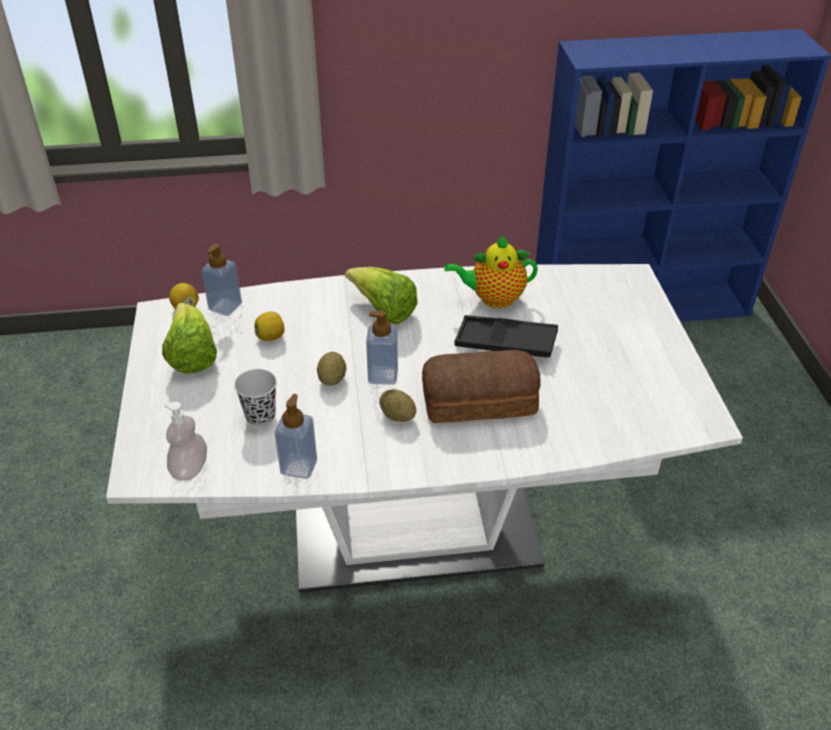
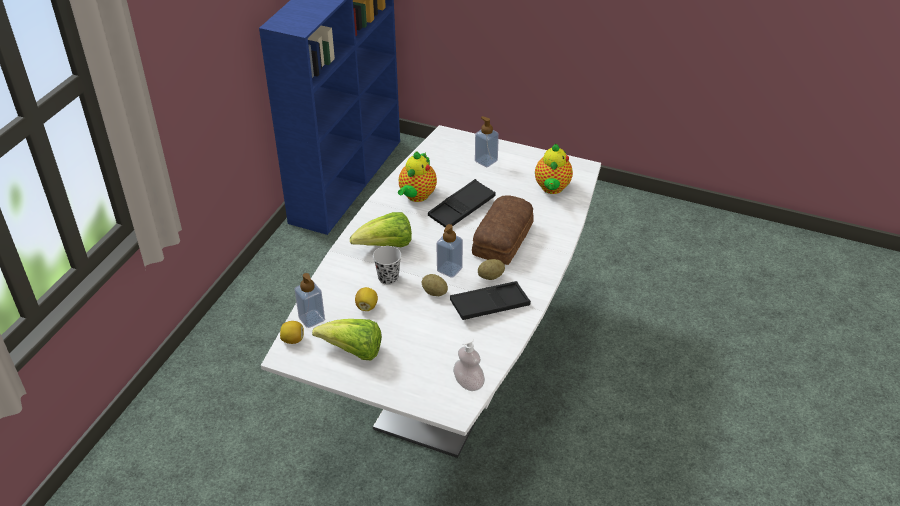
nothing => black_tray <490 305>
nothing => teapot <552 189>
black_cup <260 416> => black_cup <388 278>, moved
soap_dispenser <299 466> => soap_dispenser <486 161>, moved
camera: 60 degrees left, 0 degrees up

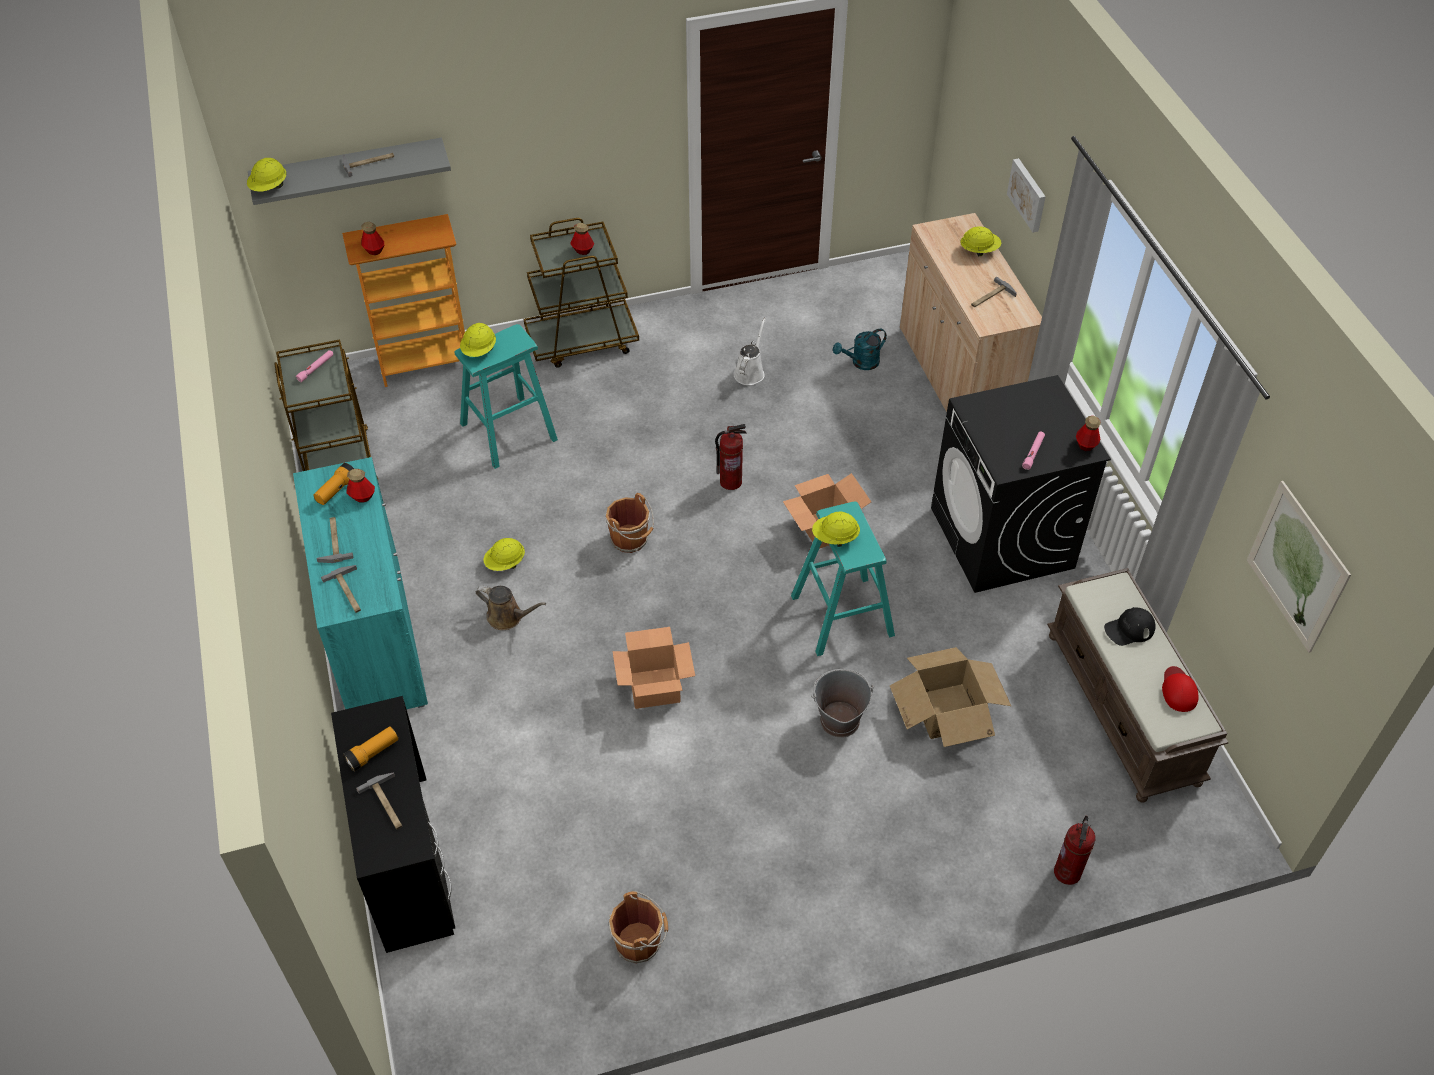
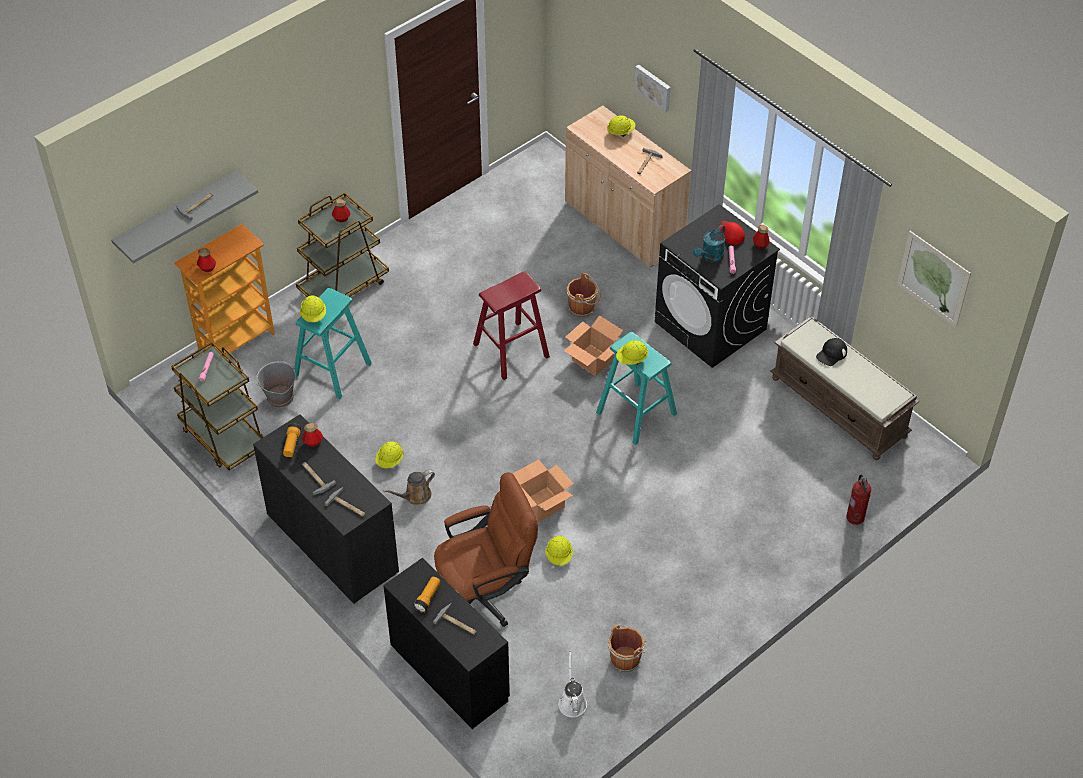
cardboard_box <947 711> => nothing
nothing => brown_office_chair <485 594>
yellow_hard_hat <269 187> => yellow_hard_hat <559 556>, moved
brown_bucket <631 540> => brown_bucket <583 308>, moved
white_watering_can <750 372> => white_watering_can <572 701>, moved
grey_bucket <839 720> => grey_bucket <279 397>, moved
turquoise_watering_can <861 363> => turquoise_watering_can <710 257>, moved
red_cap <1178 690> => red_cap <731 233>, moved
fire_extinguisher <731 481> => red_stool <511 350>
turquoise_cabinet <376 638> => black_cabinet <332 543>
brown_watering_can <508 617> => brown_watering_can <415 496>, 150 degrees clockwise
camera: 25 degrees left, 0 degrees up

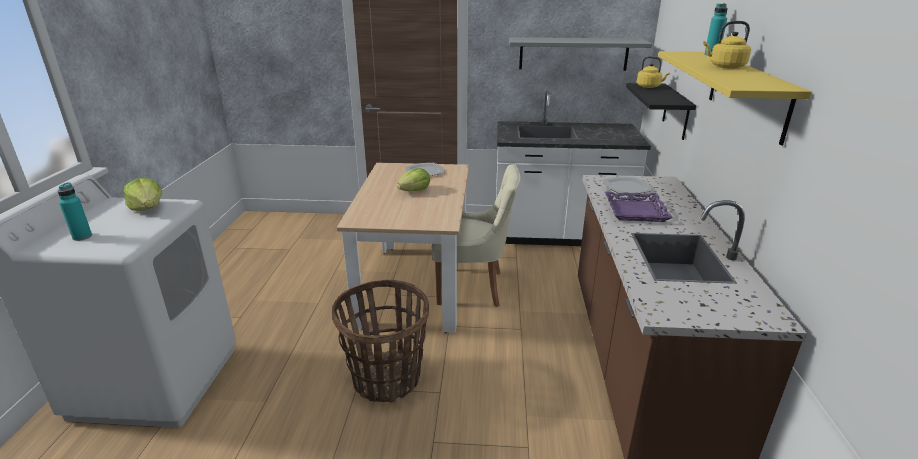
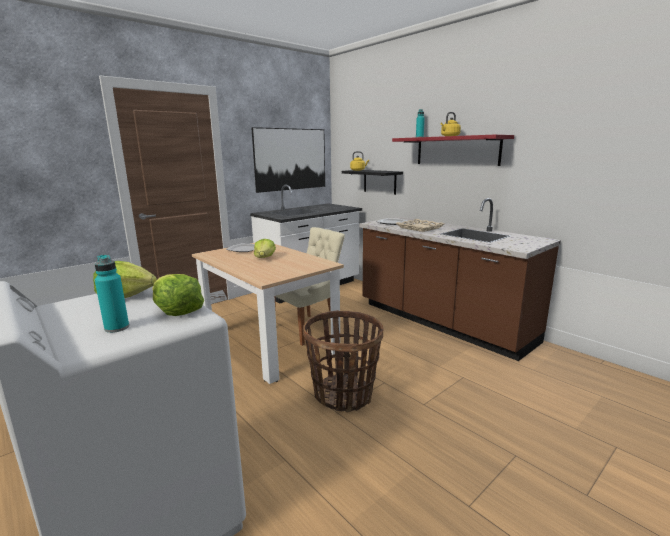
nothing => lettuce <177 310>
grey_shelf <573 54> => picture <291 159>
purple_tray <636 211> => beige_tray <420 228>
yellow_shelf <747 94> => red_shelf <456 151>
camera: 45 degrees left, 10 degrees down

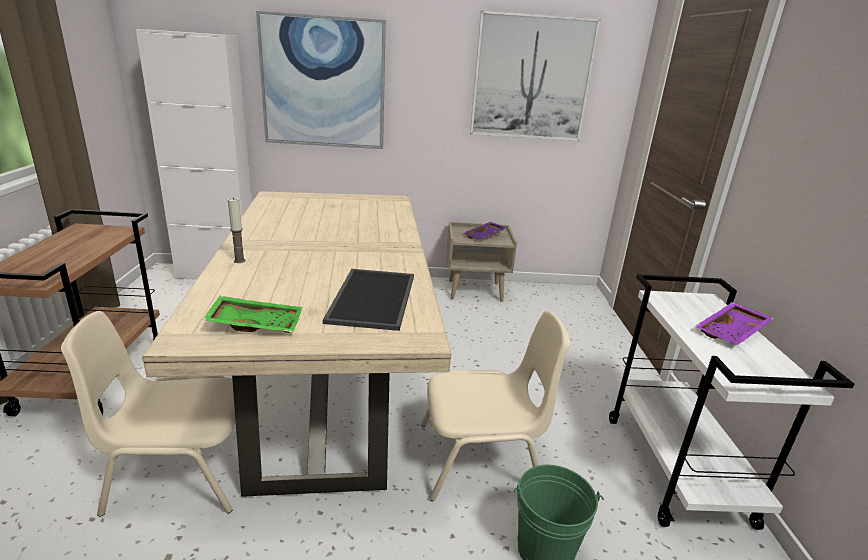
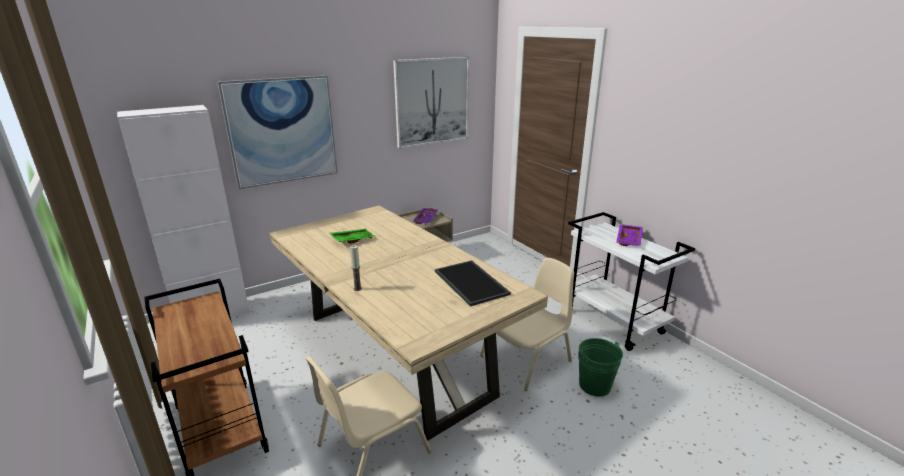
green_tray <256 324> => green_tray <352 240>, moved
camera: 30 degrees left, 0 degrees up

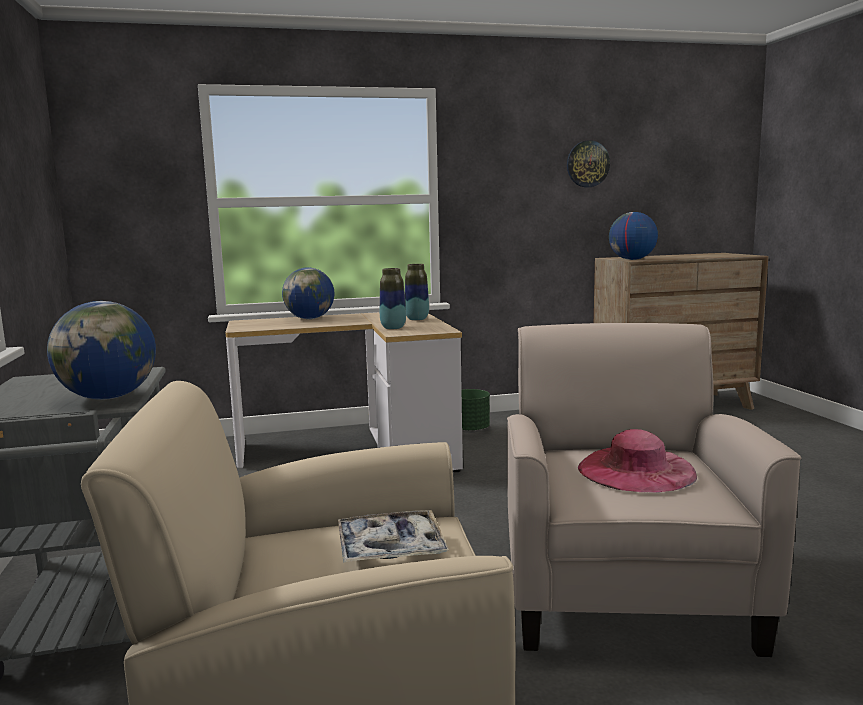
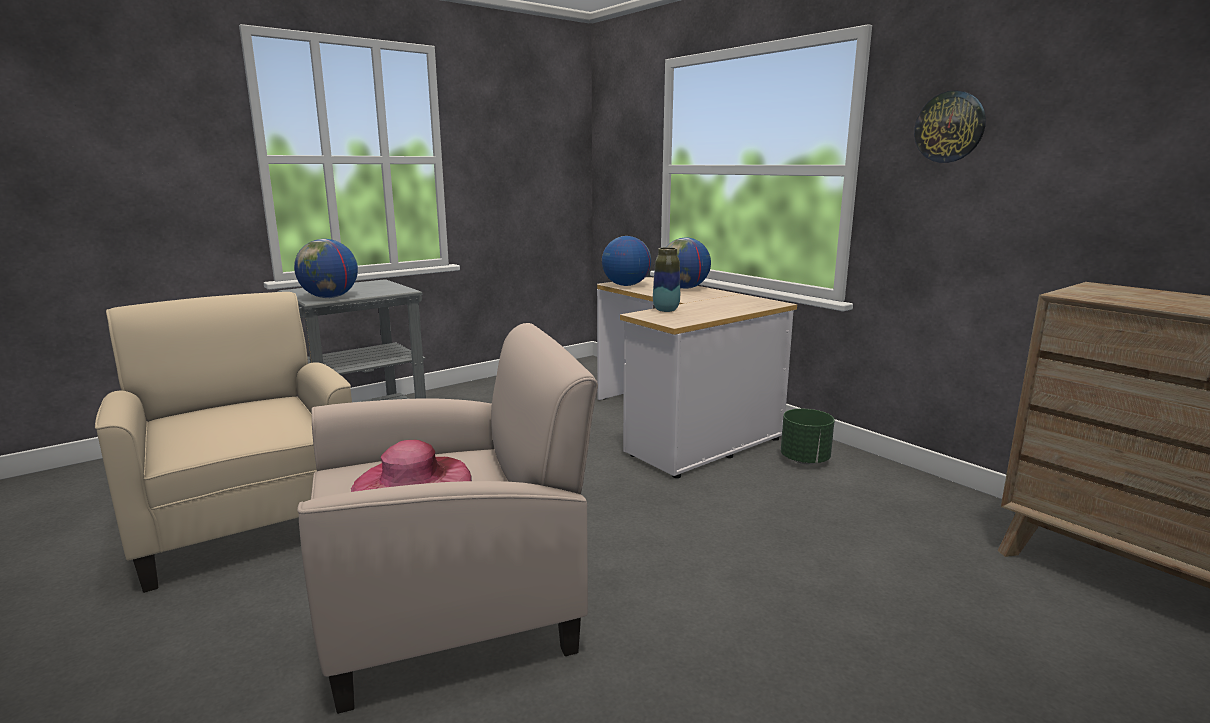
tray <390 548> => nothing
vase <417 319> => nothing
wall_clock <587 164> => wall_clock <949 127>, moved
globe <632 259> => globe <626 285>, moved
camera: 65 degrees right, 5 degrees up

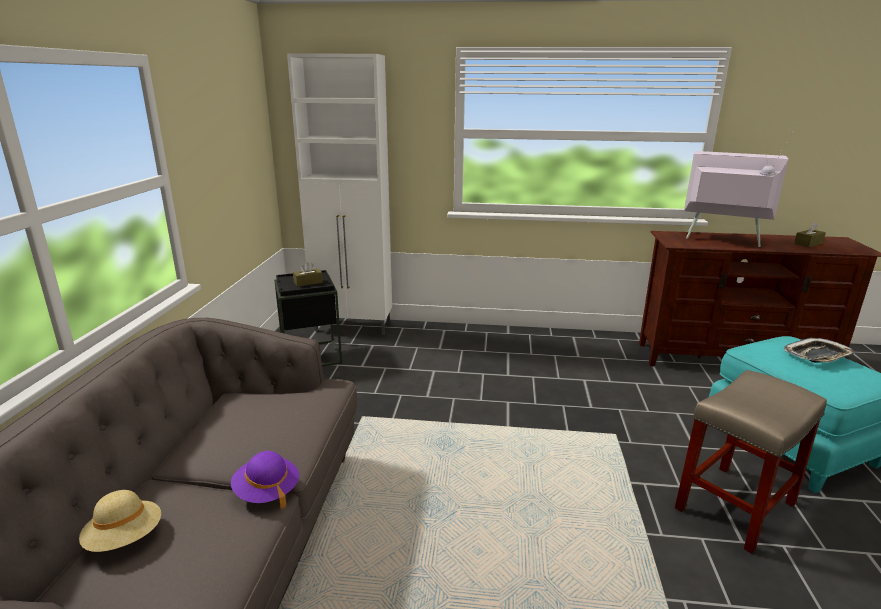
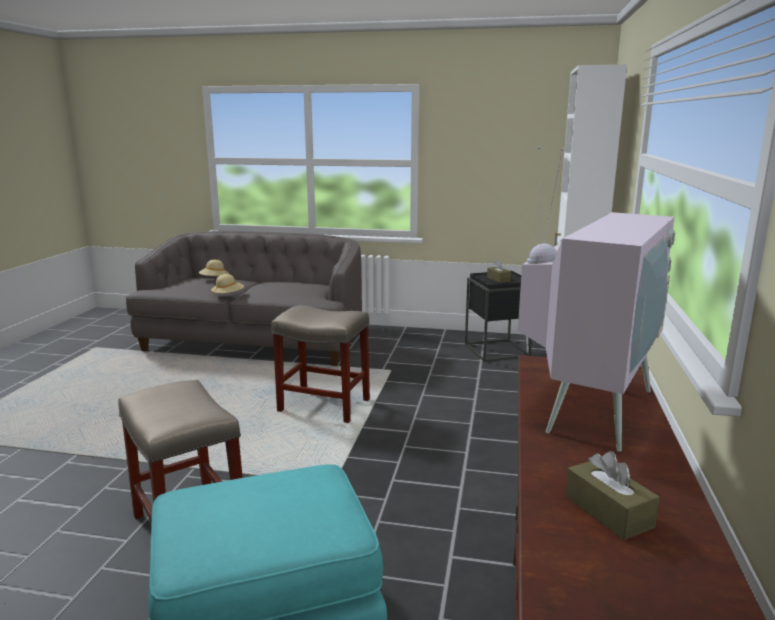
tray <818 355> => nothing
nothing => beige_stool <322 405>
purple_hat <267 492> => beige_hat <228 295>
camera: 95 degrees right, 5 degrees down

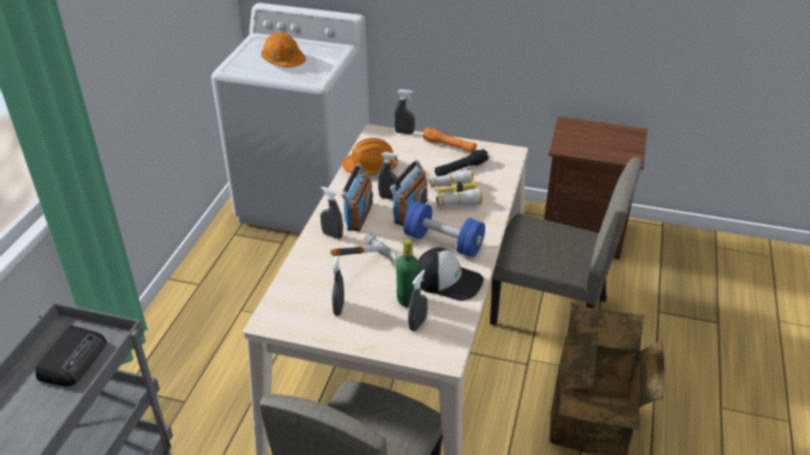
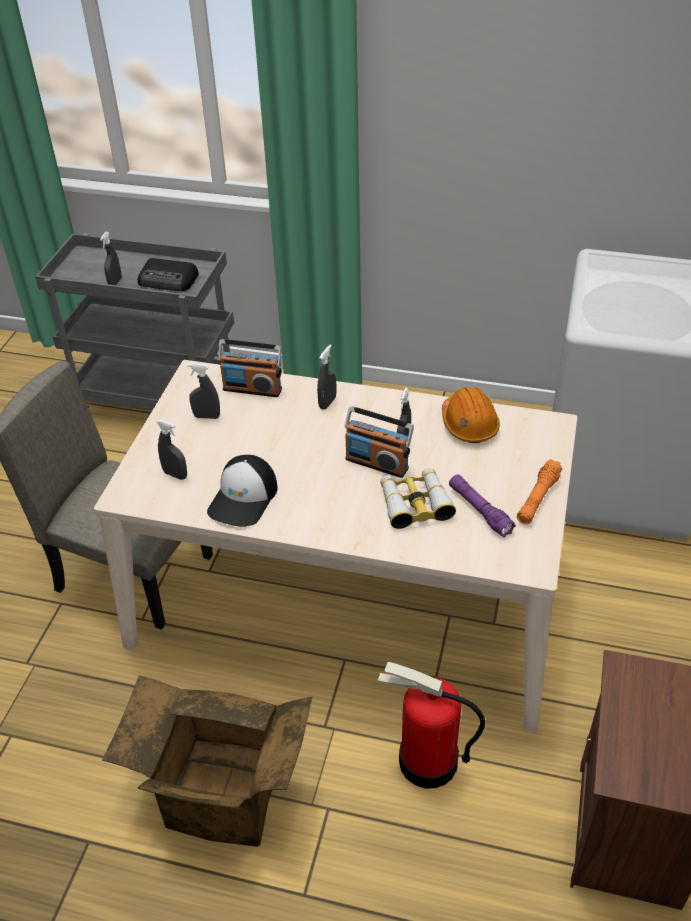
orange_hard_hat <283 61> => nothing
hammer <359 265> => nothing
green_bottle <407 300> => nothing
blue_dumbbell <443 242> => nothing
radio <359 215> => radio <252 388>, moved
grey_spray_bottle <404 132> => grey_spray_bottle <115 282>, moved
beige_chair <549 312> => fire_extinguisher <427 762>
black_flashlight <461 169> => purple_flashlight <479 510>
camera: 90 degrees right, 5 degrees up

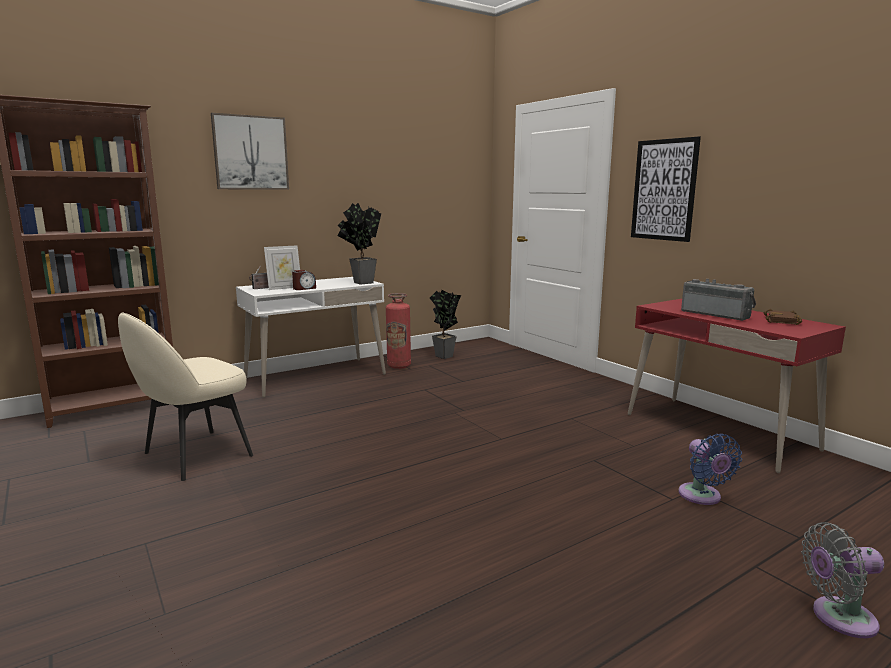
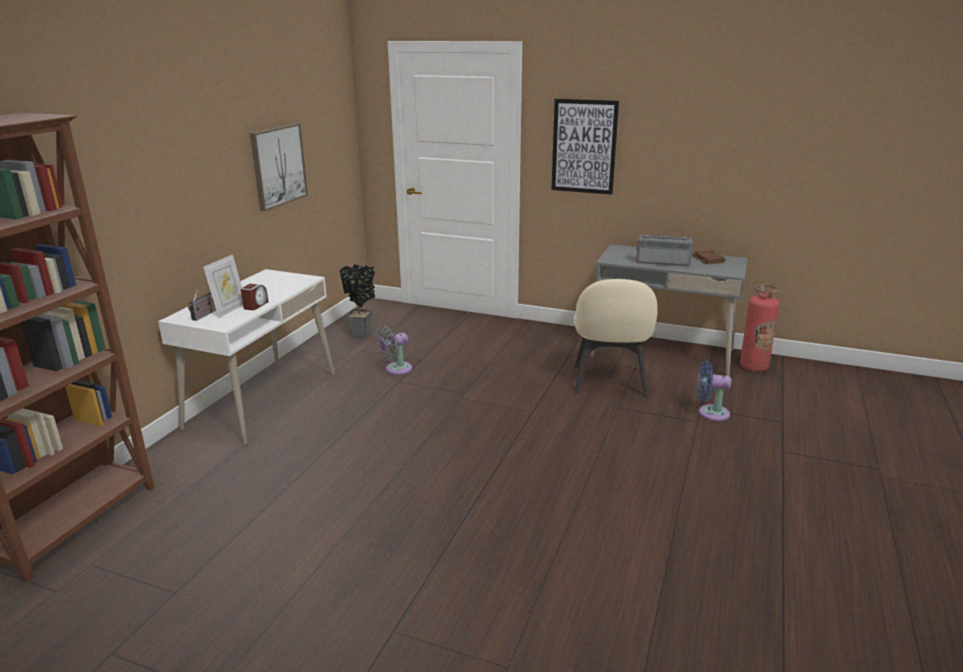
potted_plant <360 283> => nothing
beige_chair <195 455> => beige_chair <609 382>, moved
picture <250 153> => picture <278 166>, moved
fire_extinguisher <399 366> => fire_extinguisher <753 367>, moved
grey_fan <838 618> => grey_fan <396 369>, moved
red_desk <718 431> => grey_desk <662 353>
blue_fan <702 497> => blue_fan <710 413>, 150 degrees clockwise
camera: 35 degrees left, 10 degrees up

